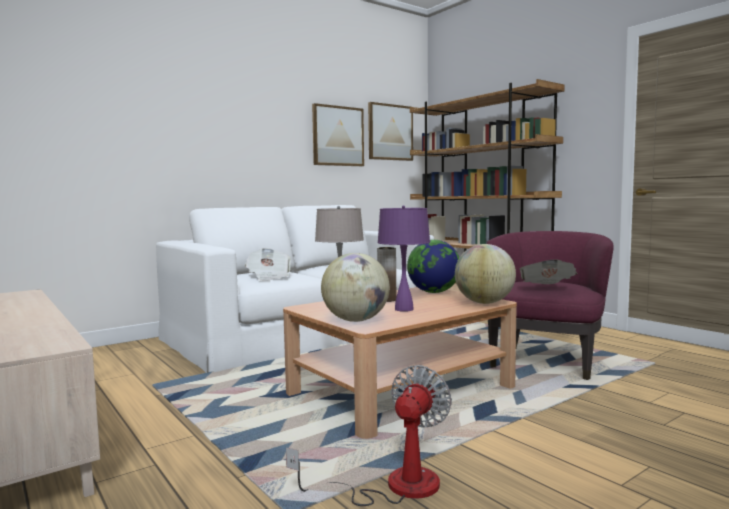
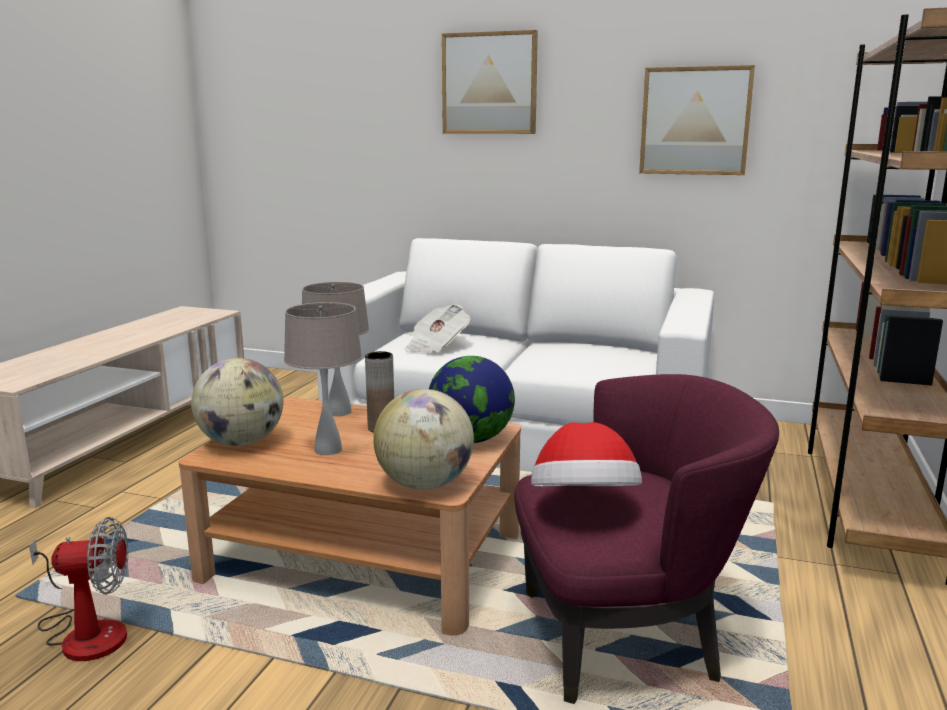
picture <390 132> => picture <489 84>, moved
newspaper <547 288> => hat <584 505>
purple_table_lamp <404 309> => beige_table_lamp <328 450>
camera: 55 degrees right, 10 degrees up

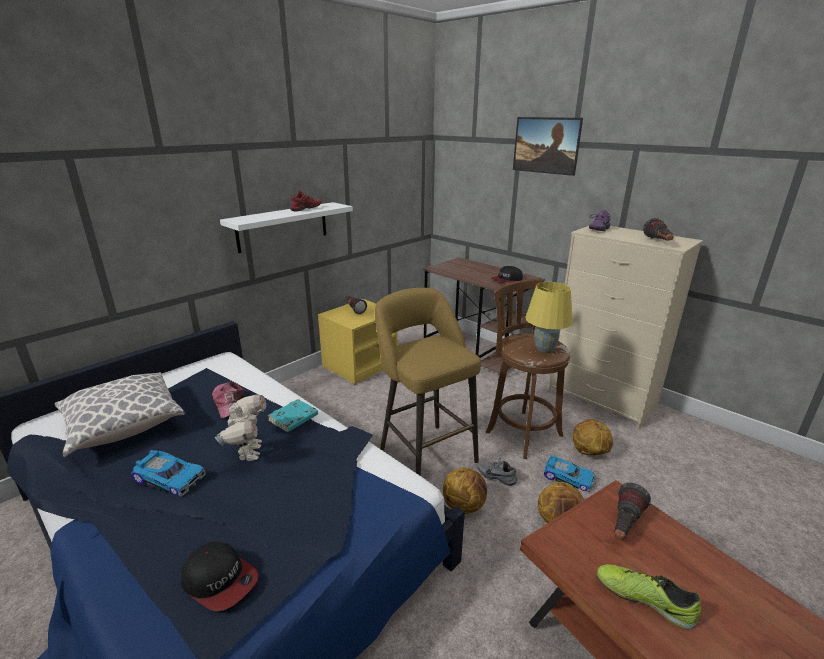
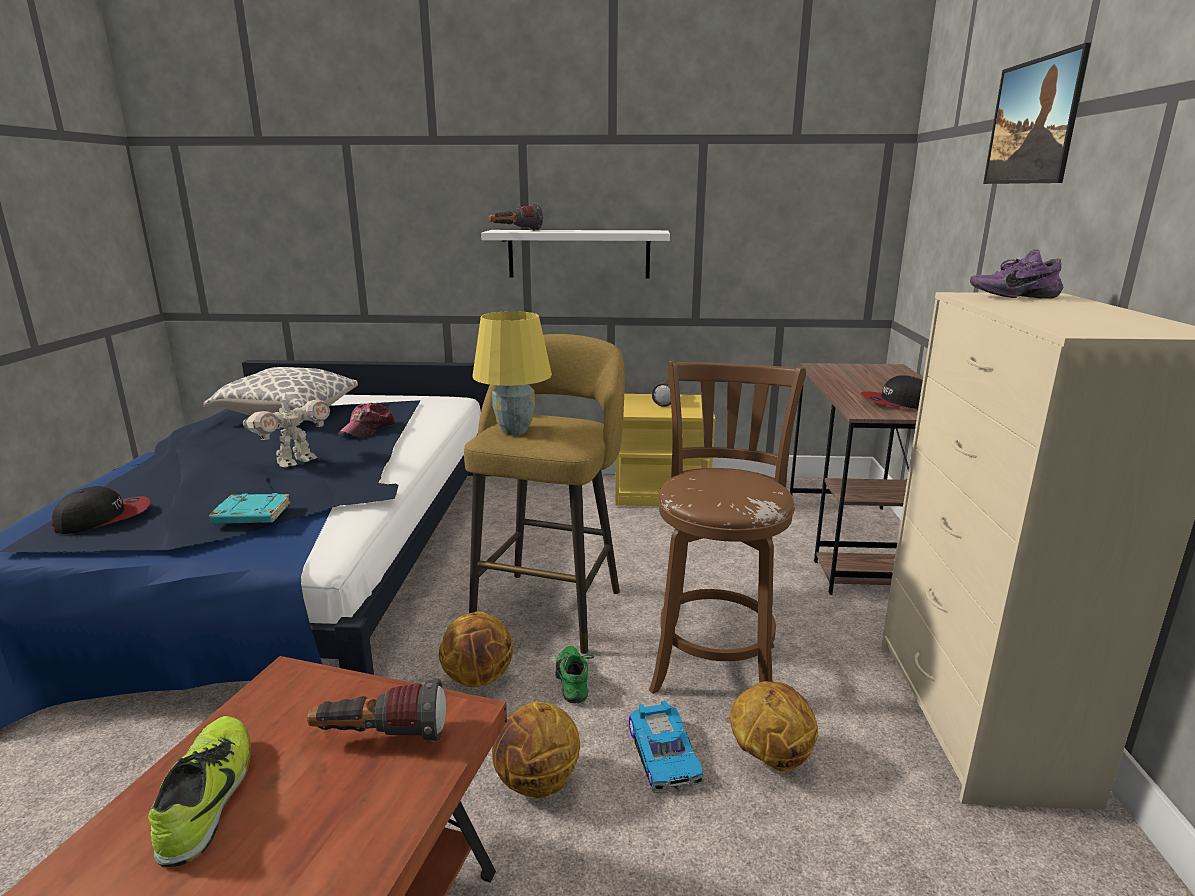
toy_car <170 477> => nothing
red_shoe <306 209> => nothing
turquoise_book <293 419> => turquoise_book <250 515>, moved
yellow_table_lamp <544 349> => yellow_table_lamp <513 430>, moved
flashlight <658 242> => flashlight <515 231>, moved
grey_shoe <497 476> => green_shoe <575 682>
cap <220 580> => cap <104 518>, 120 degrees counterclockwise
camera: 50 degrees right, 5 degrees down

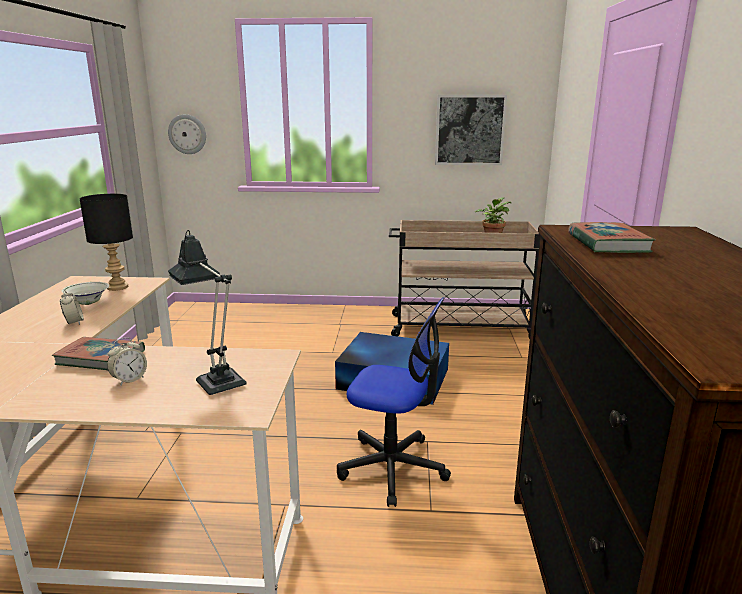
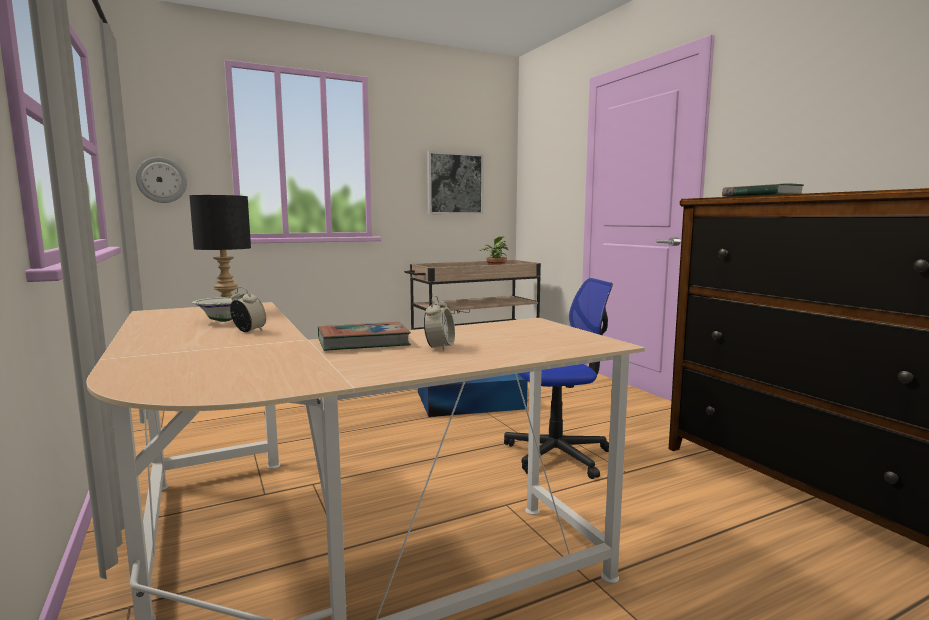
table_lamp <216 379> => nothing
camera: 30 degrees left, 10 degrees down

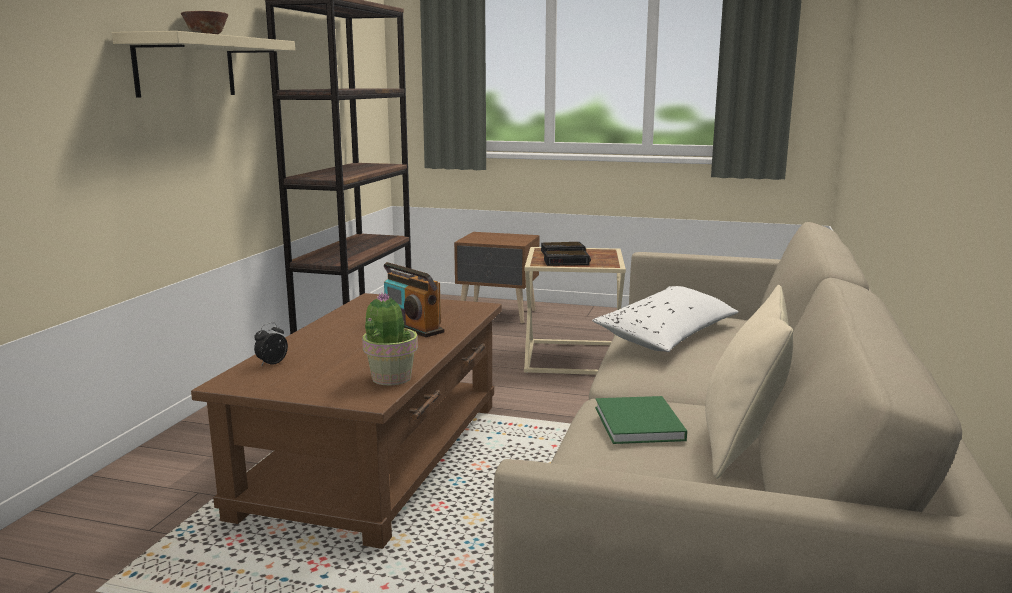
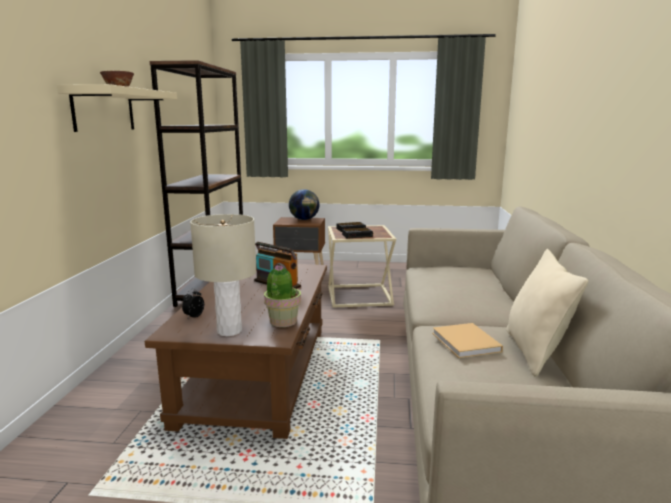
white_pillow <667 335> => nothing
nothing => beige_table_lamp <229 331>
nothing => globe <304 219>
green_book <639 424> => beige_book <466 343>
camera: 10 degrees left, 0 degrees up

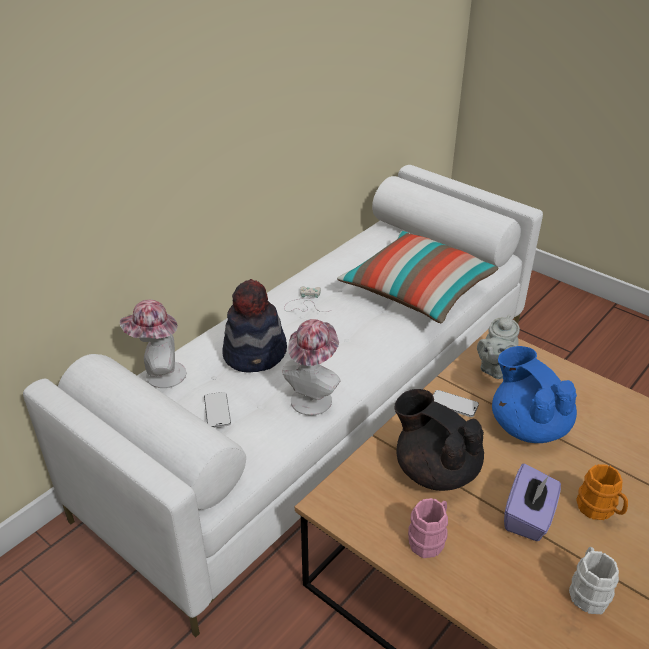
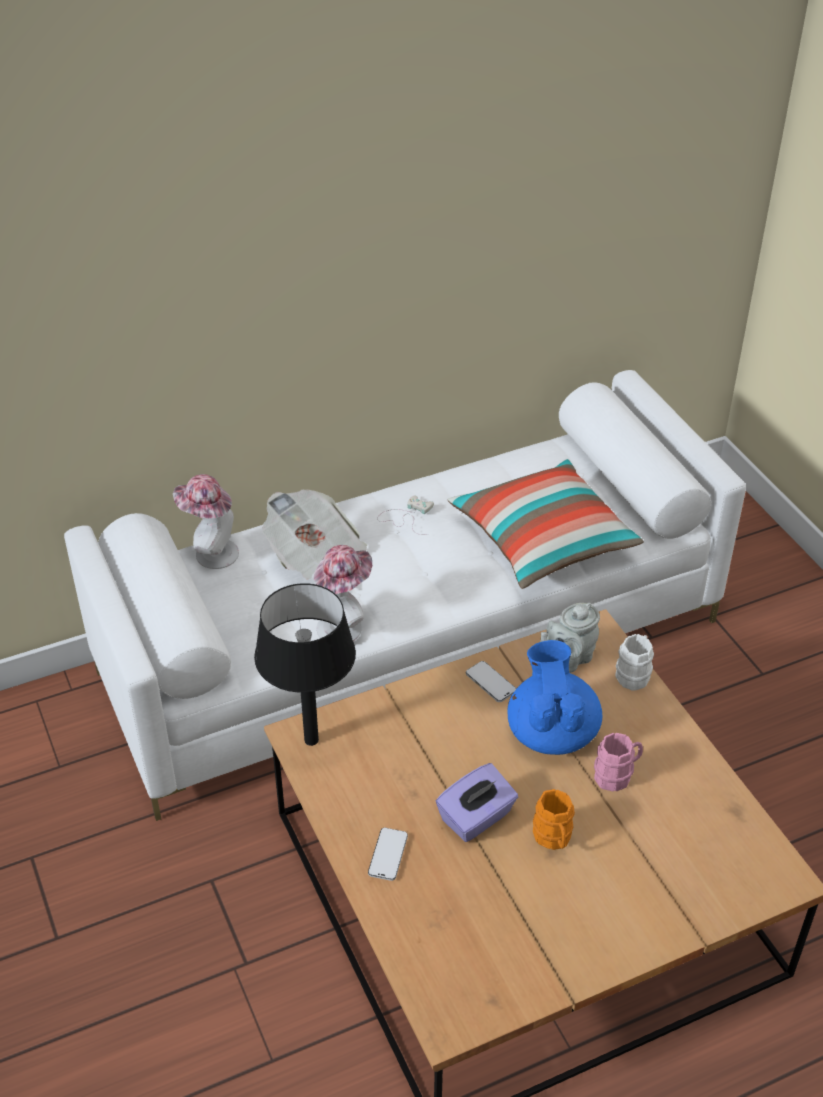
black_teapot <435 469> => nothing
nothing => black_table_lamp <312 740>
phone <217 411> => phone <388 855>, moved
pink_mug <429 538> => pink_mug <617 775>, moved
white_mug <587 591> => white_mug <634 673>, moved
hat <256 354> => newspaper <317 560>
camera: 25 degrees right, 5 degrees up

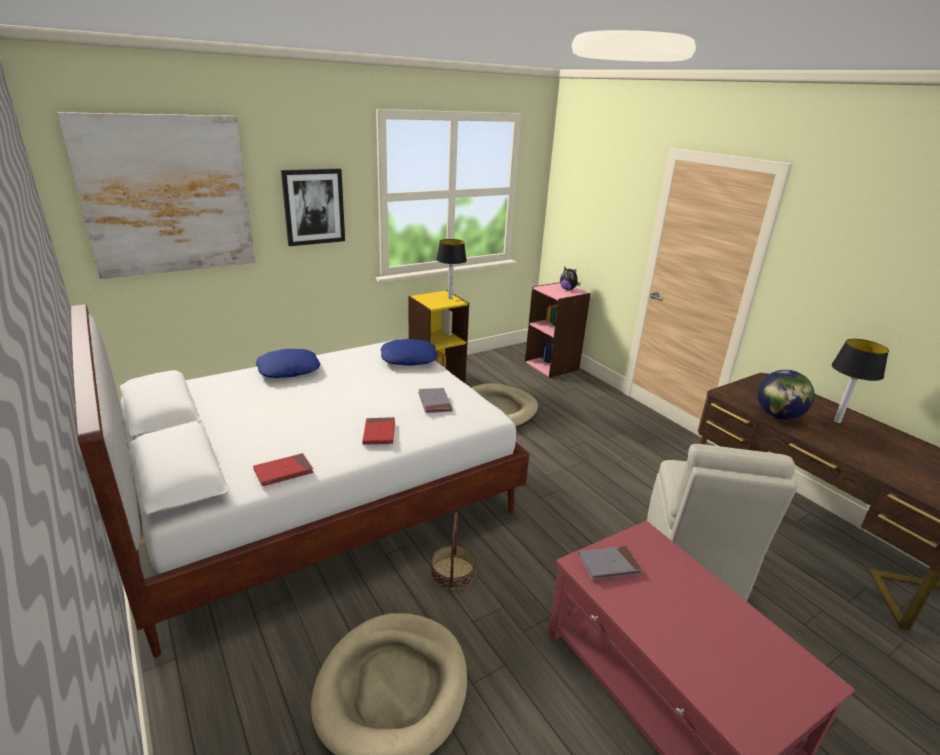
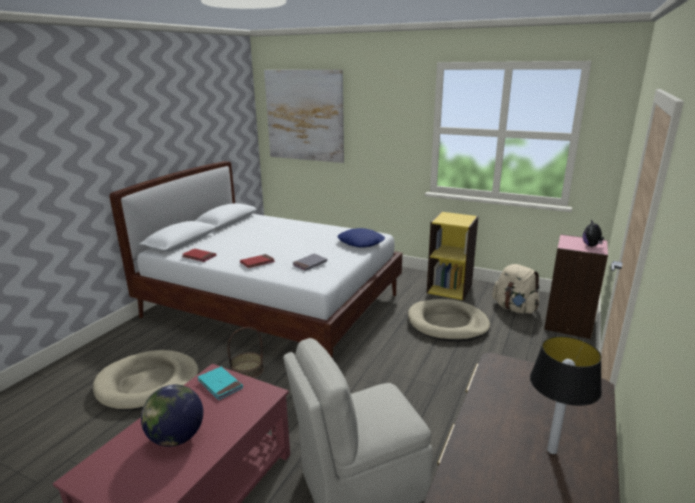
blue_pillow <288 369> => nothing
picture <313 207> => nothing
table_lamp <450 298> => nothing
nothing => beige_backpack <514 308>
globe <778 416> => globe <177 438>, moved
grey_book <609 565> => turquoise_book <220 384>
camera: 60 degrees right, 5 degrees down

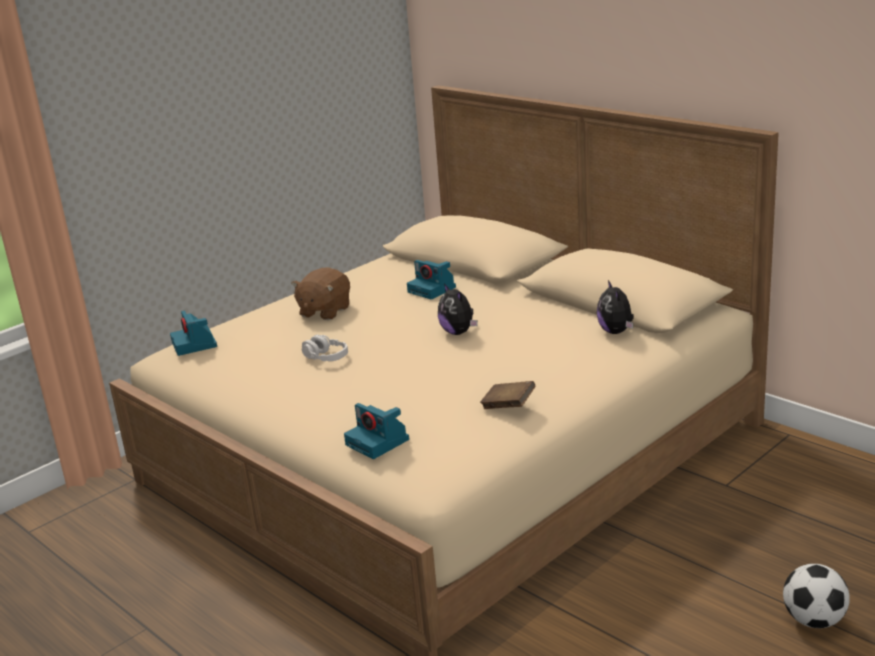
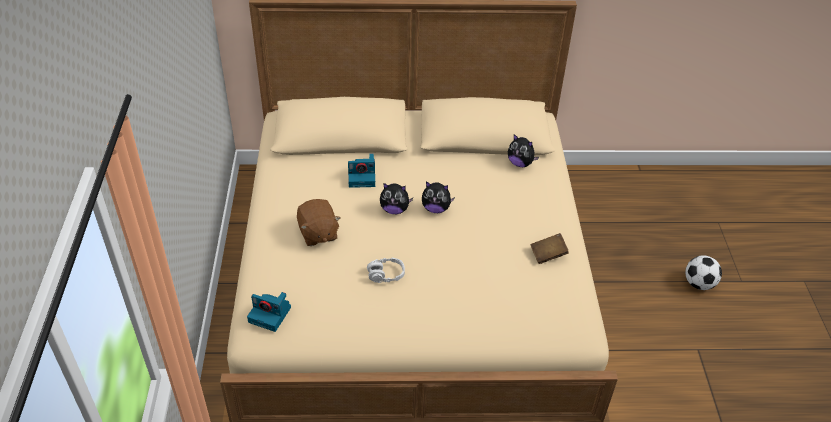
photo_camera <378 442> => nothing
nothing => plush_toy <394 209>
camera: 50 degrees left, 20 degrees up

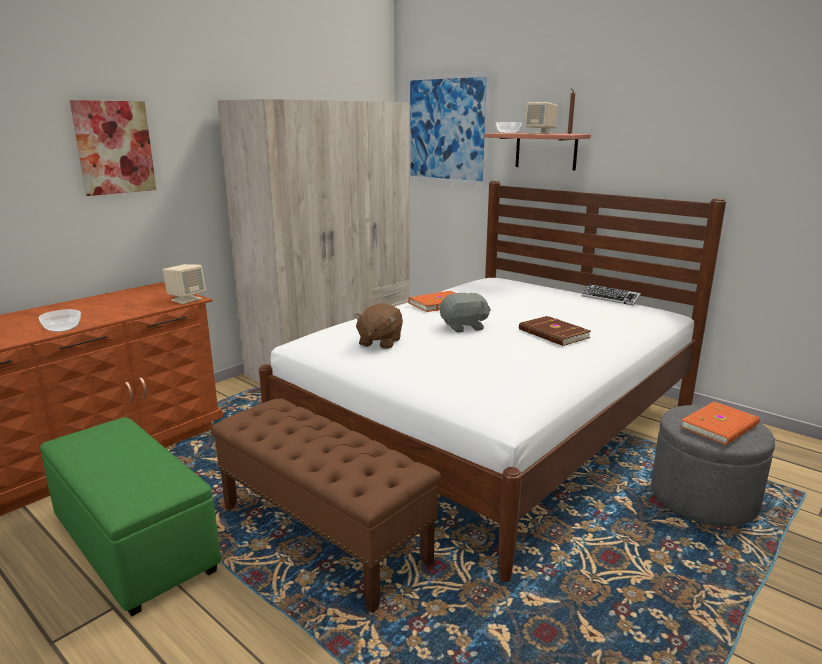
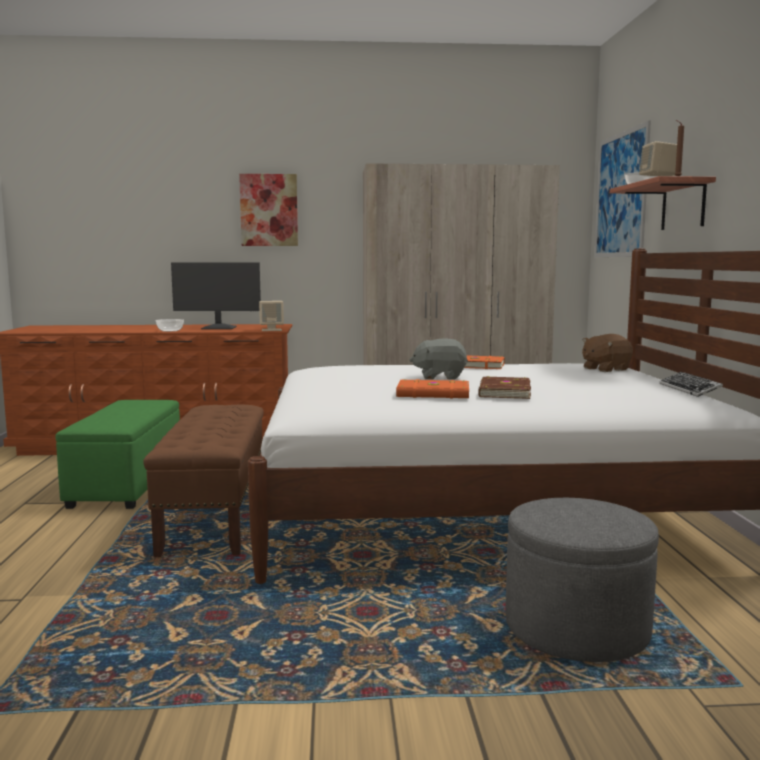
nothing => monitor <219 328>
brown_plush_toy <379 342> => brown_plush_toy <605 369>, moved
orange_book <721 426> => orange_book <433 394>, moved
grey_plush_toy <464 327> => grey_plush_toy <439 377>, 150 degrees clockwise
camera: 45 degrees right, 10 degrees down

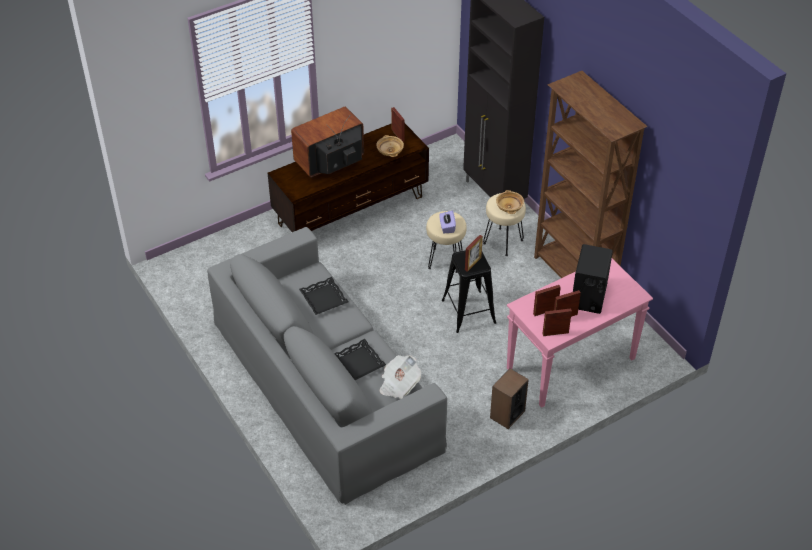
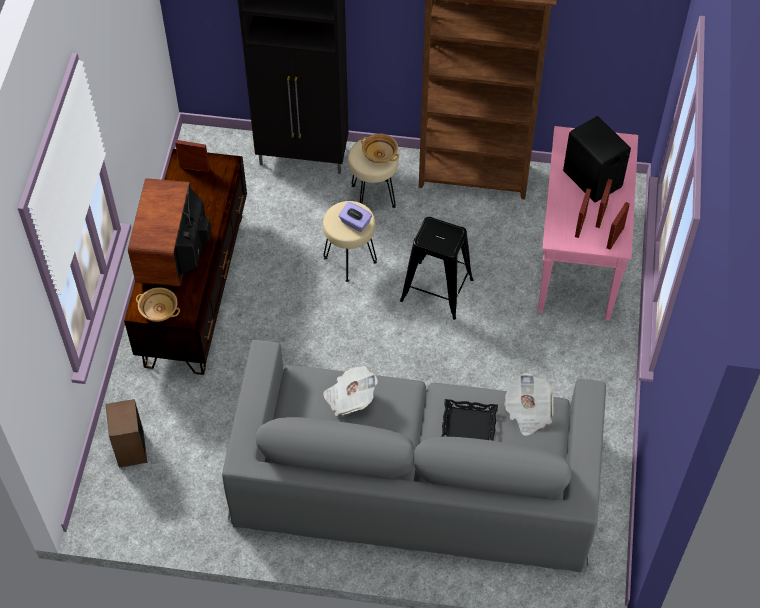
picture_frame <473 264> => nothing
beige_bowl <389 151> => beige_bowl <158 310>, moved
speaker <507 414> => speaker <131 449>, moved
black_tray <323 299> => newspaper <350 398>
camera: 50 degrees left, 10 degrees up

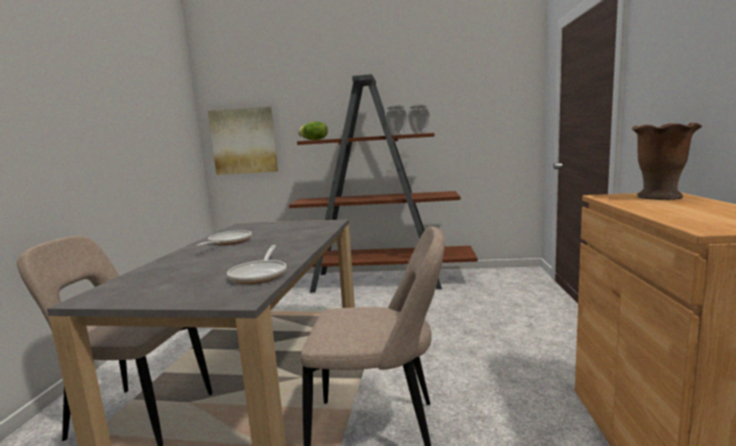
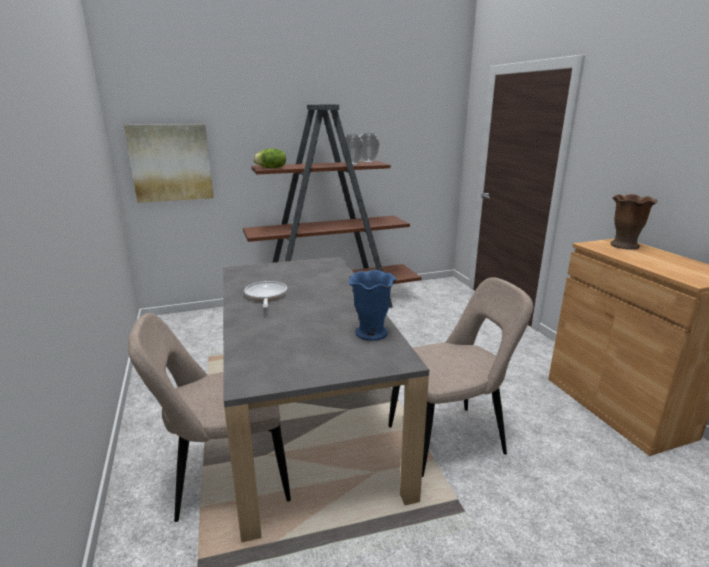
frying_pan <260 275> => blue_vase <371 333>
camera: 25 degrees left, 10 degrees up

